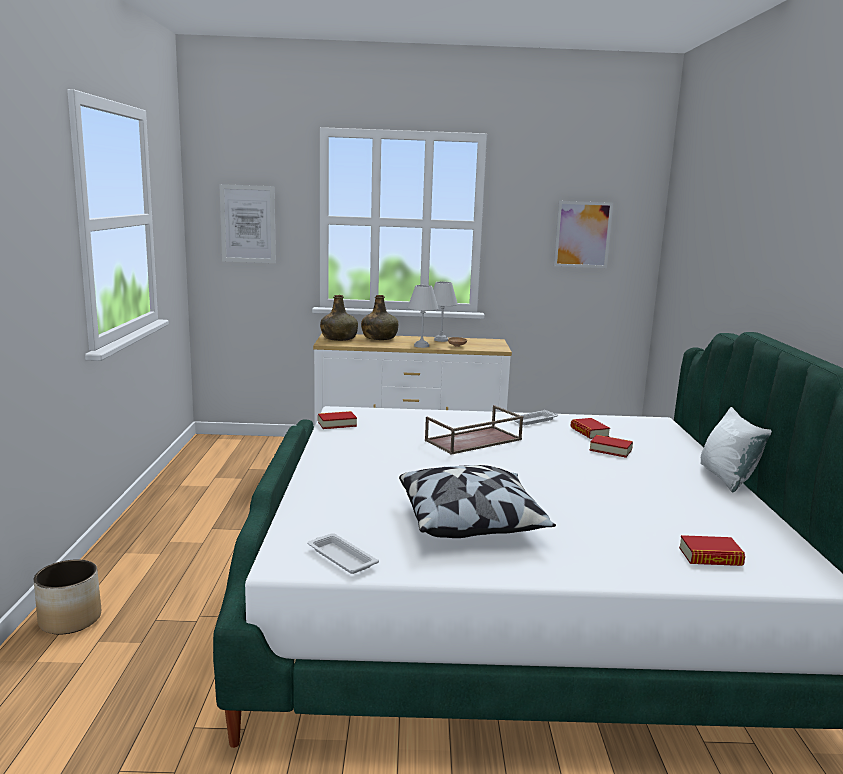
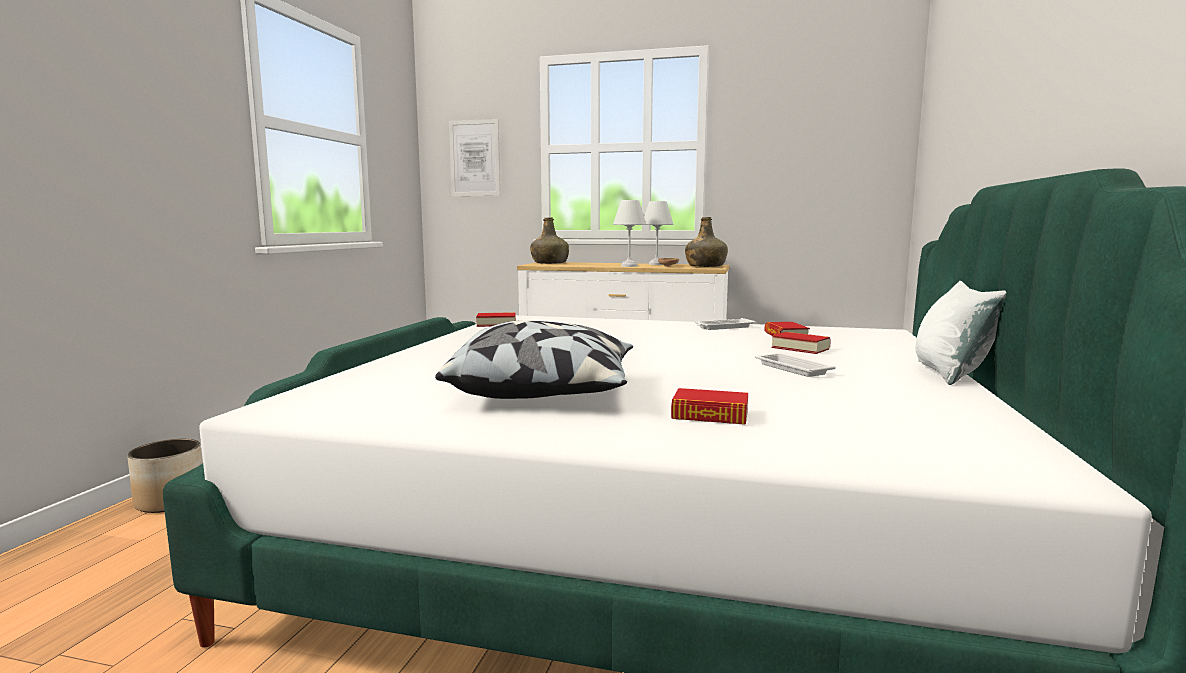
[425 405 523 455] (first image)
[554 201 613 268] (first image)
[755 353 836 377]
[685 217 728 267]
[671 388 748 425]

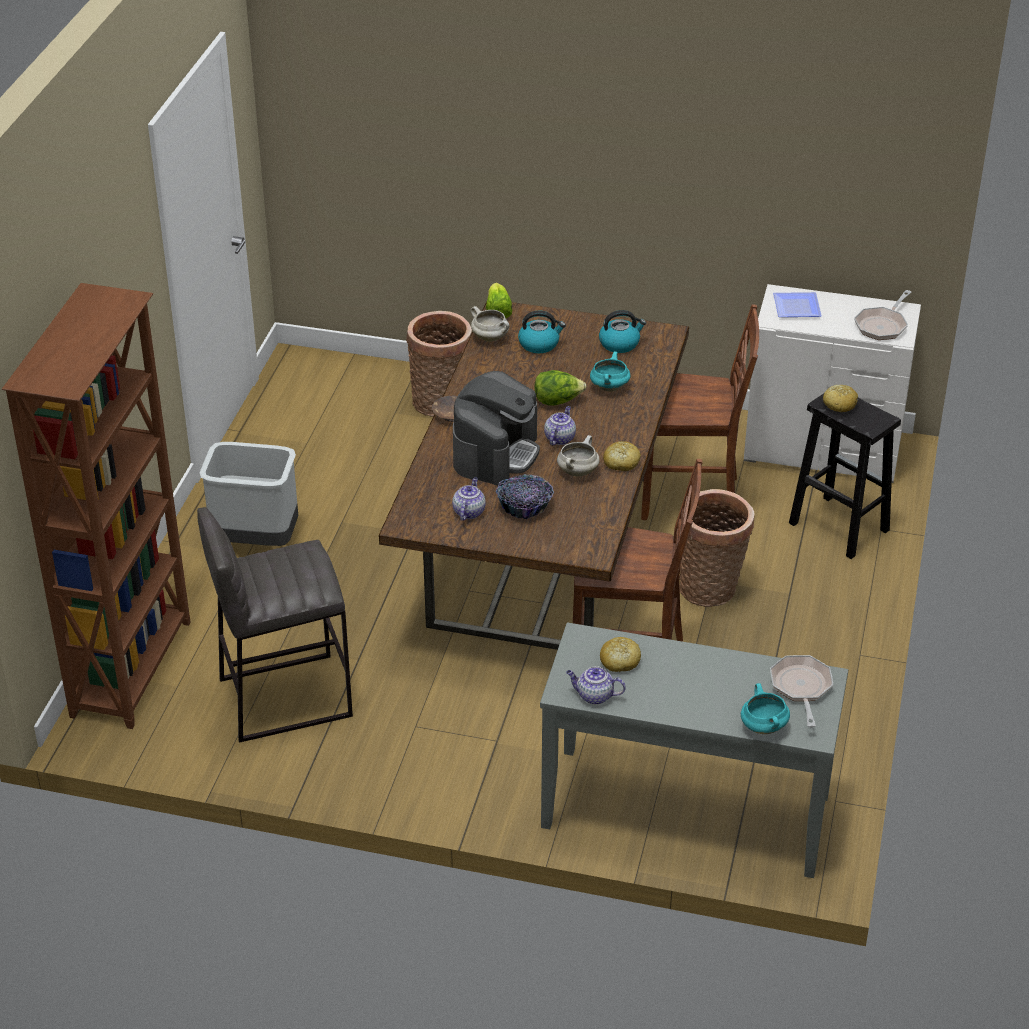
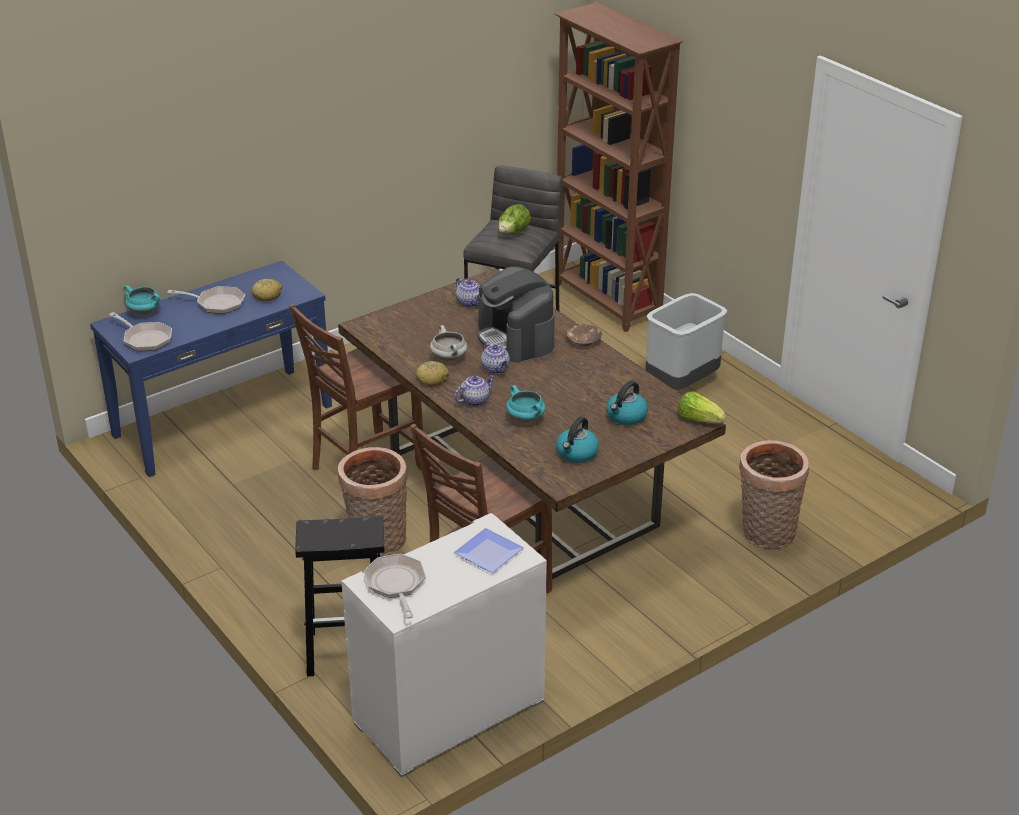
[471 306 509 342] (first image)
[496 474 554 519] (first image)
[823 385 858 412] (first image)
[167 286 245 314]
[498 204 531 234]
[454 375 495 406]
[90 261 332 477]

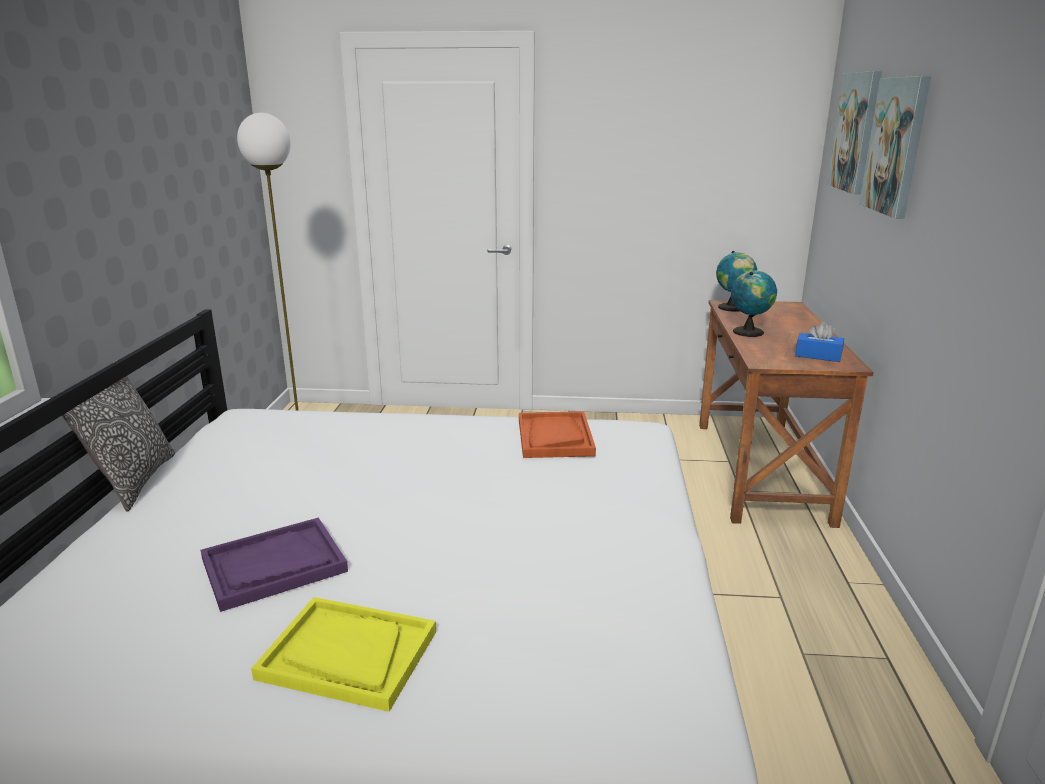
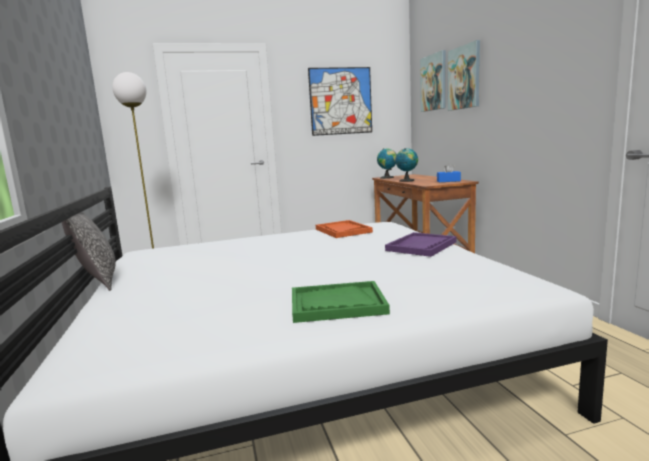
[308 67 372 136]
[385 232 457 257]
[292 281 390 323]

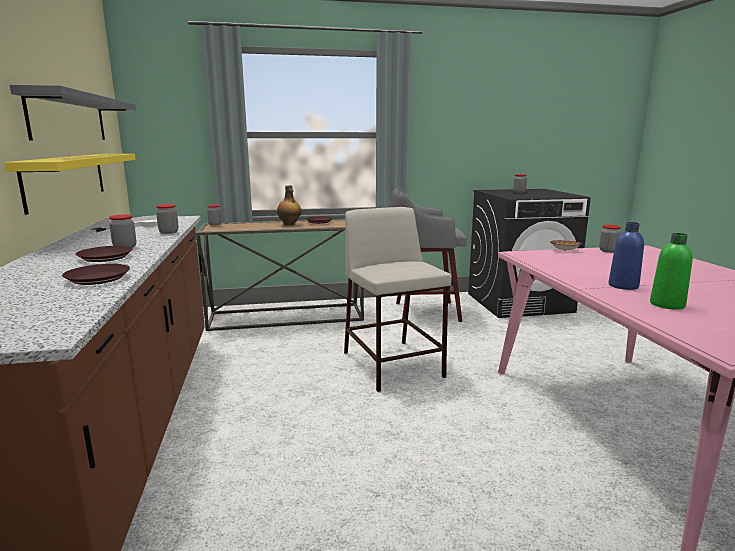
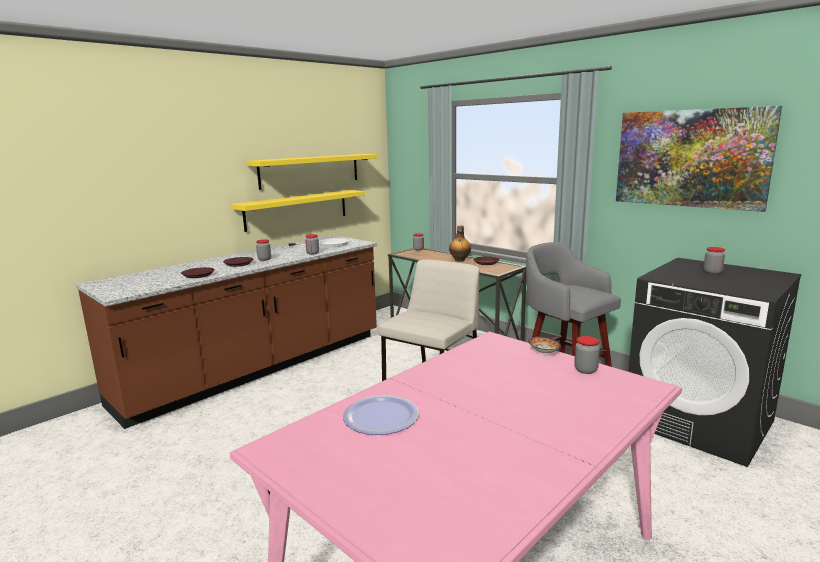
[609 222 644 290] (first image)
[616 106 782 212]
[343 395 419 435]
[246 154 377 190]

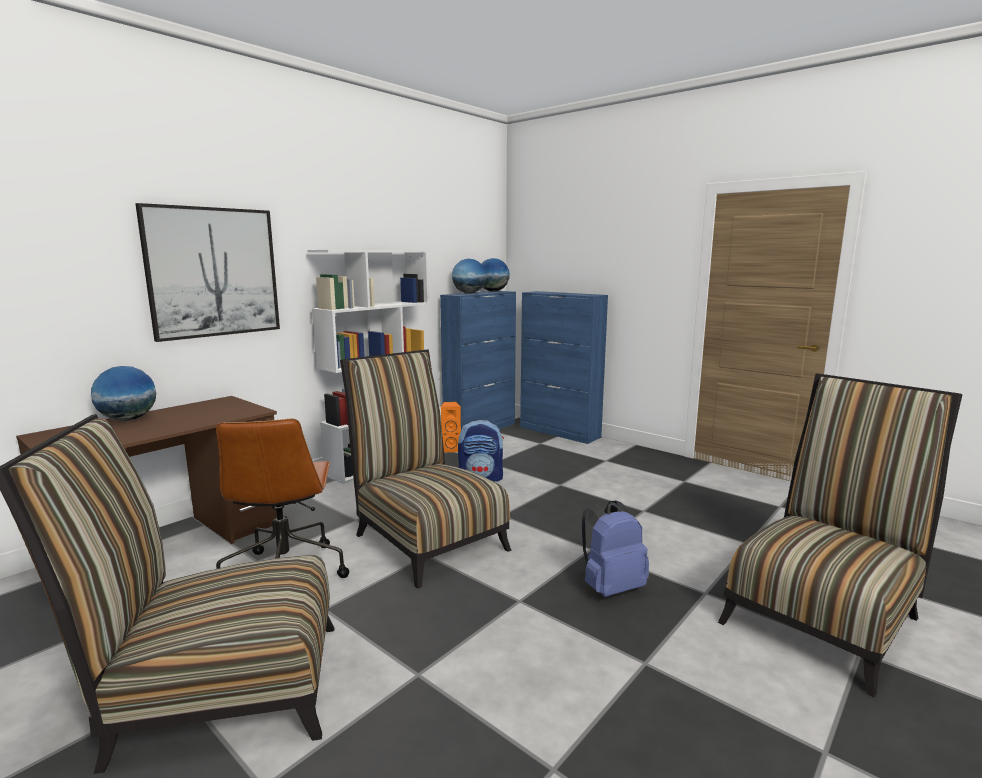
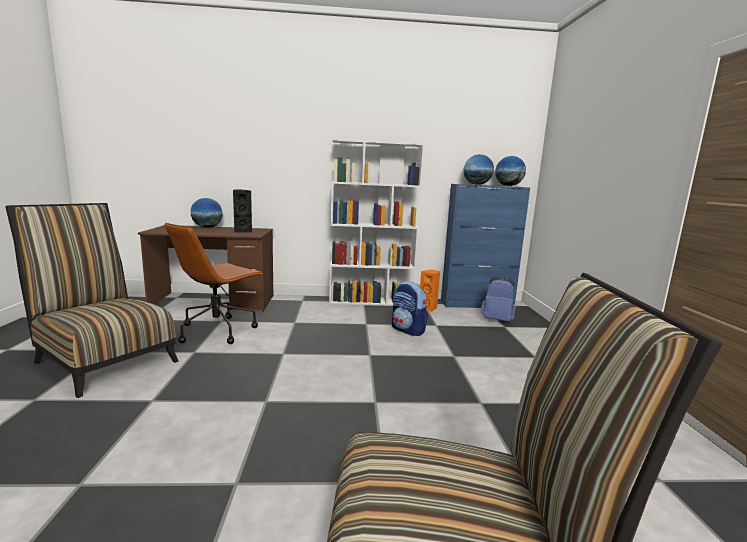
[135 203 280 342] (first image)
[340 349 511 589] (first image)
[520 291 608 444] (first image)
[233 189 252 233]
[481 275 516 322]

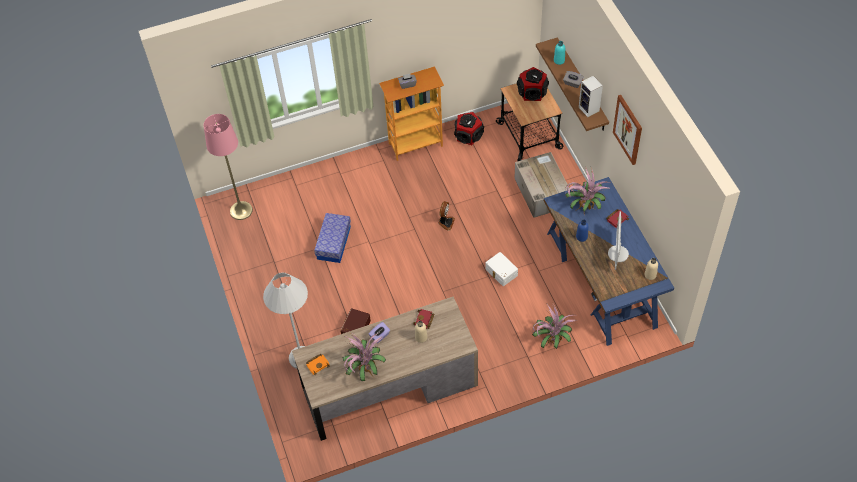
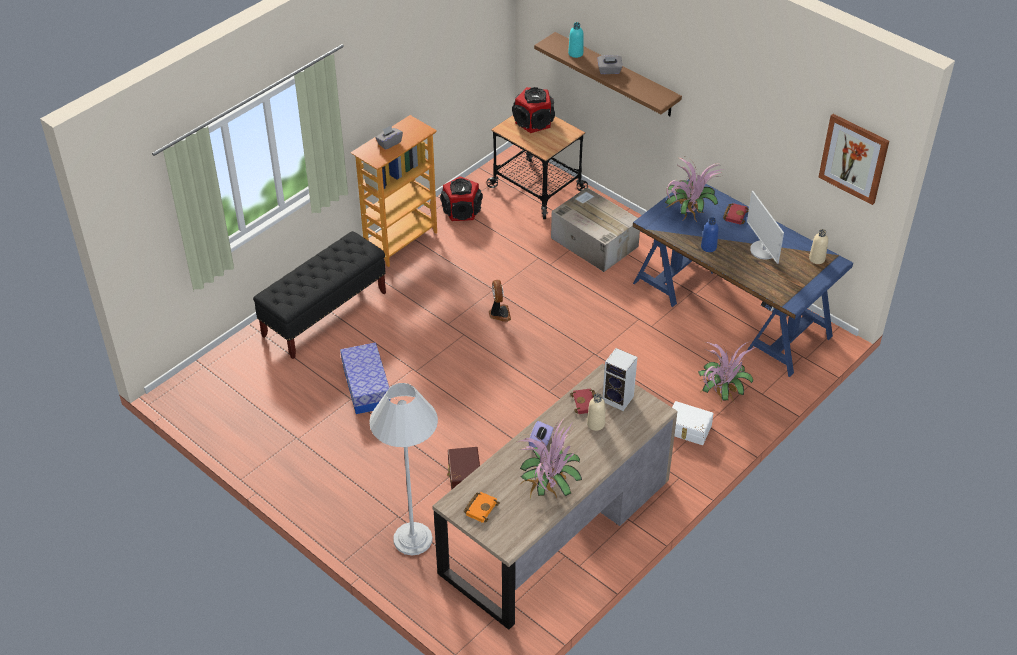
[204 114 253 220] (first image)
[253 231 386 359]
[672 401 714 445]
[603 348 637 411]
[818 114 889 205]

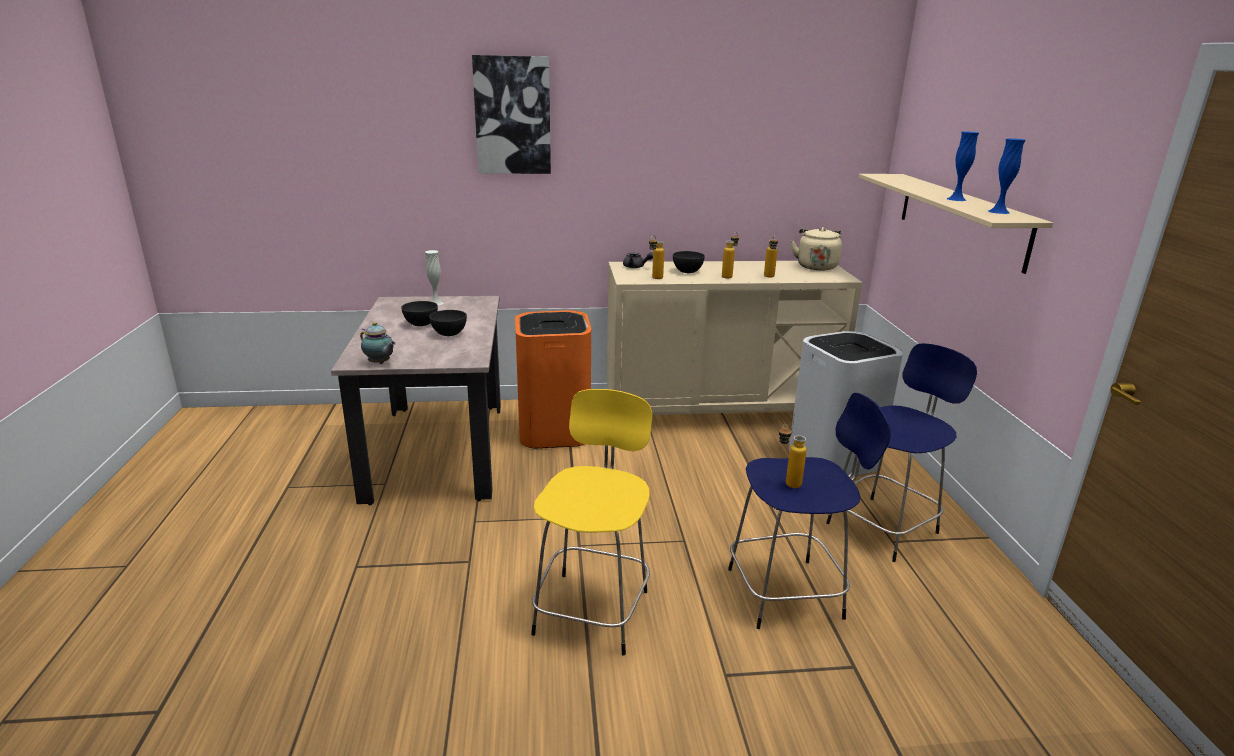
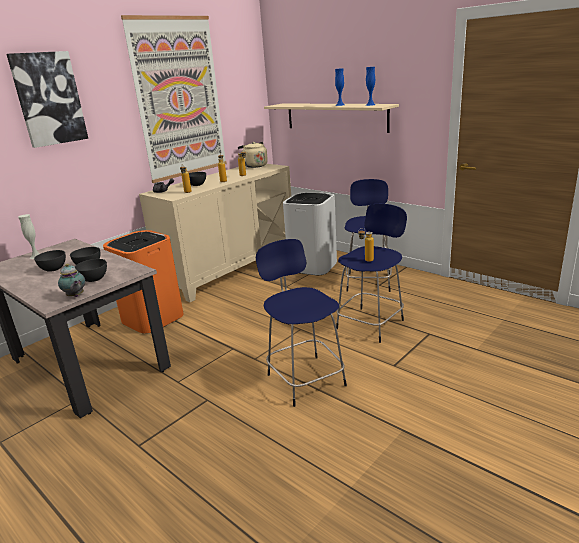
[75 259 107 282]
[121 15 227 183]
[256 239 347 407]
[58 264 85 297]

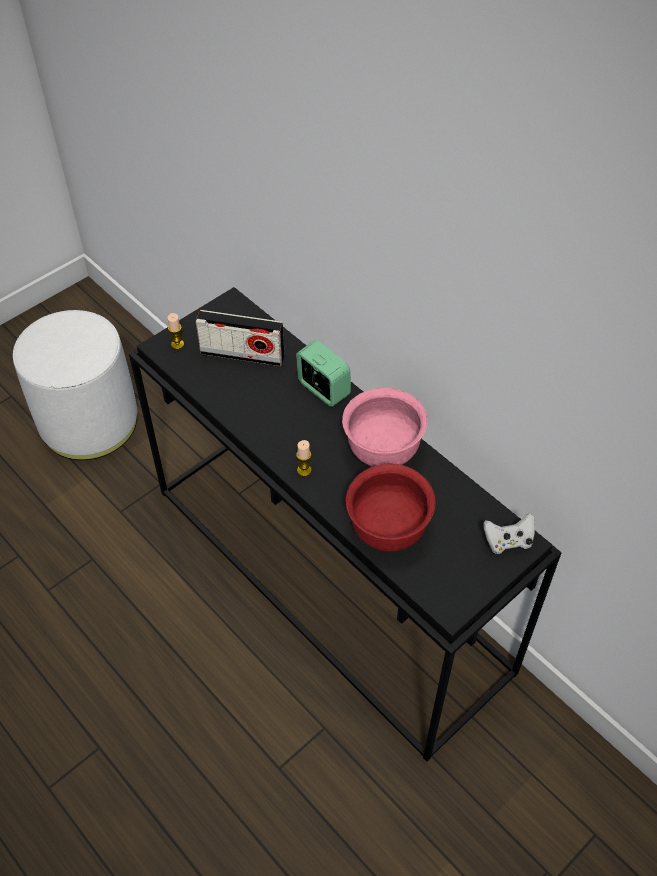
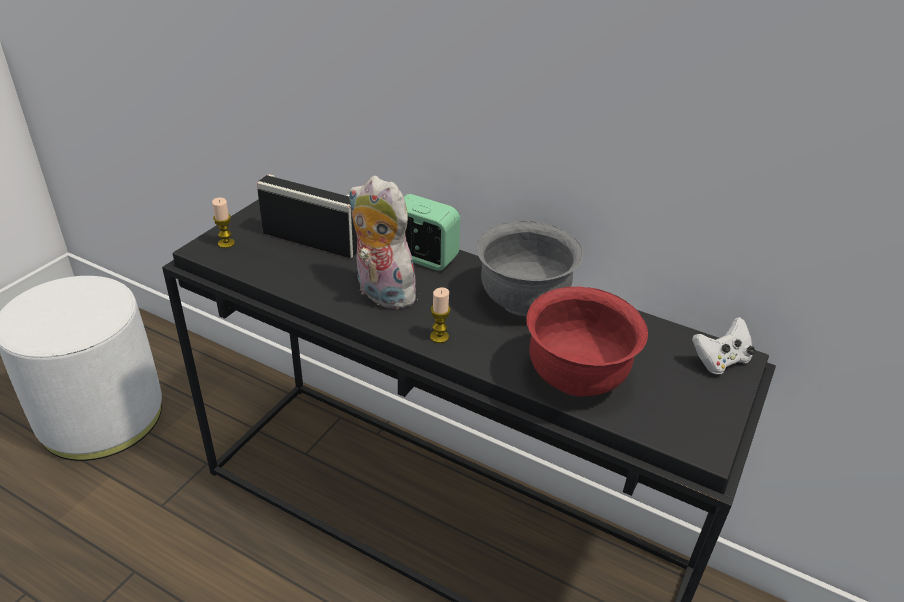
[349 176 418 309]
[476 221 583 316]
[257 174 357 258]

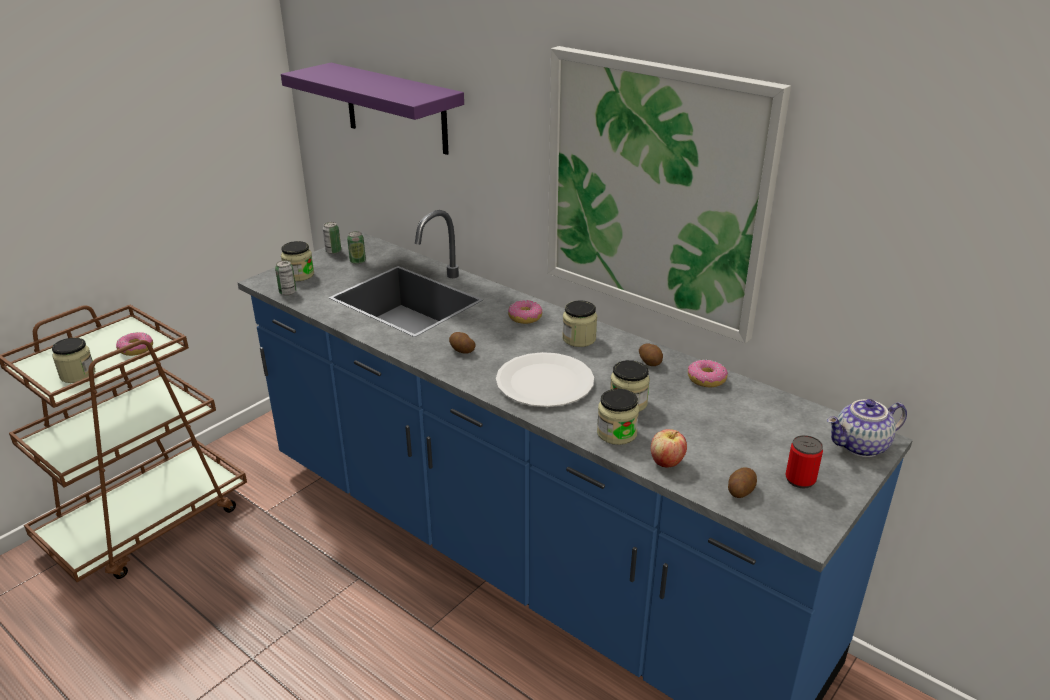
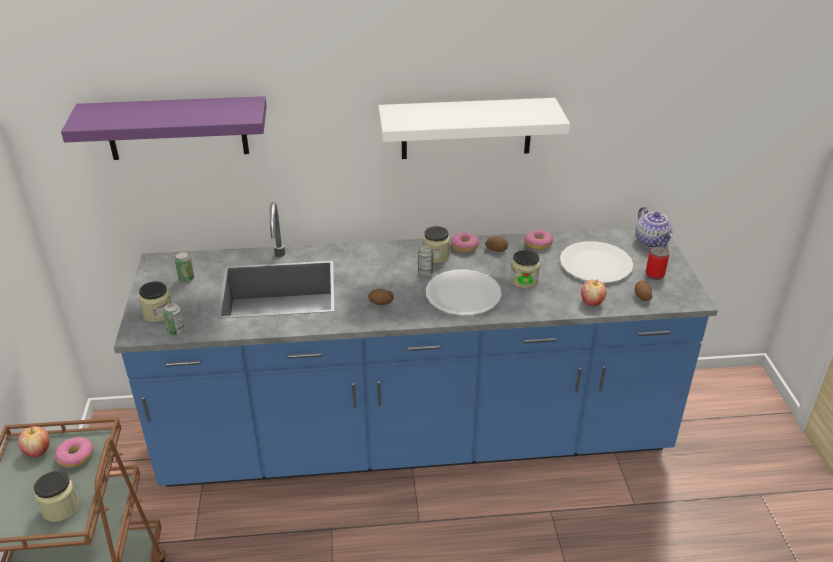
[597 389 639 445] (first image)
[18 426 50 457]
[560 241 633 283]
[418 246 433 276]
[451 232 479 253]
[378 98 570 159]
[635 207 673 248]

